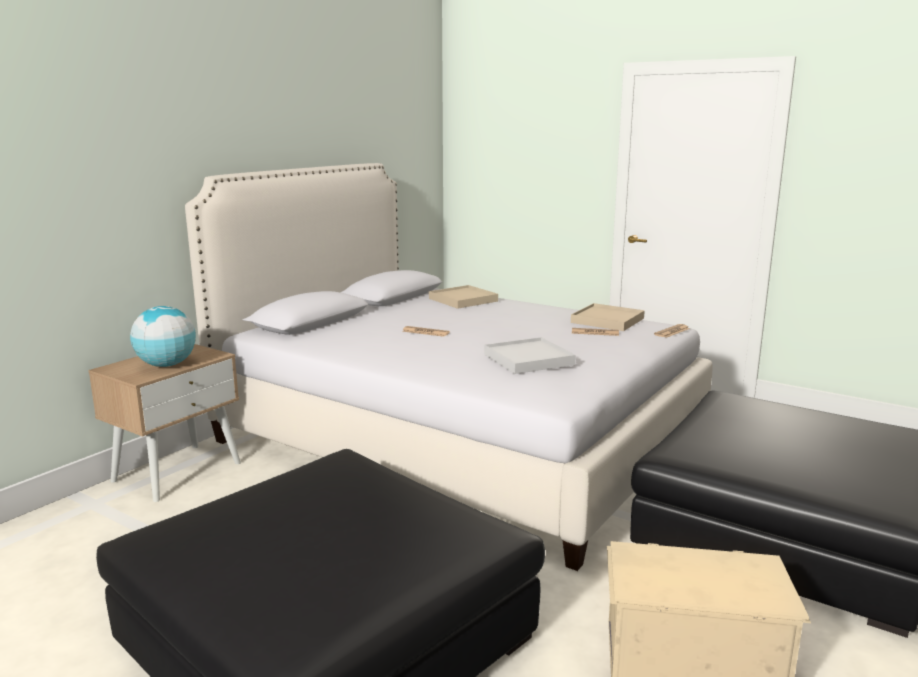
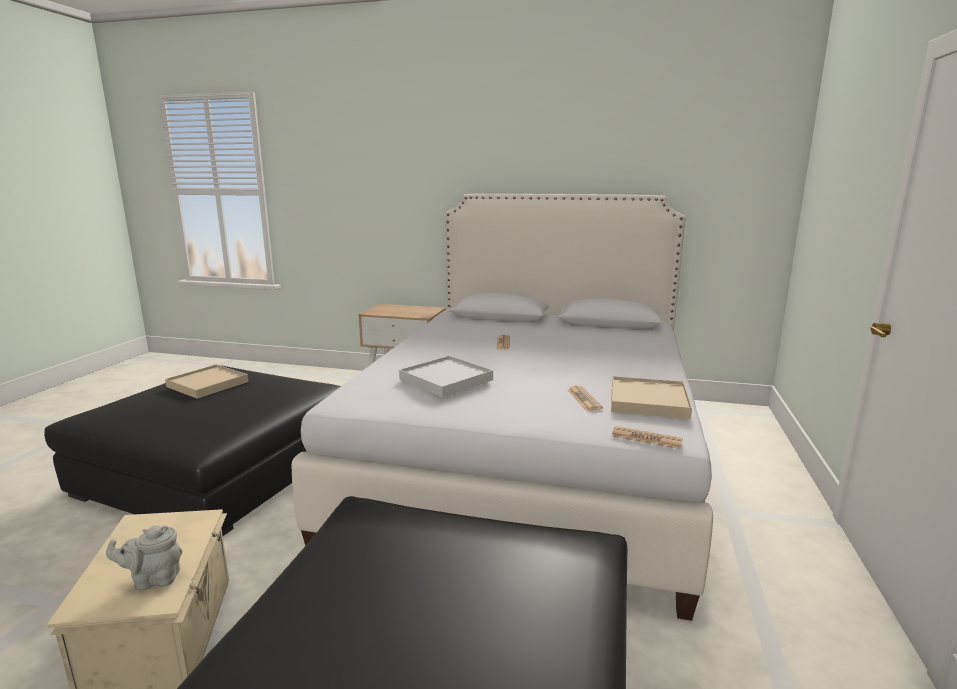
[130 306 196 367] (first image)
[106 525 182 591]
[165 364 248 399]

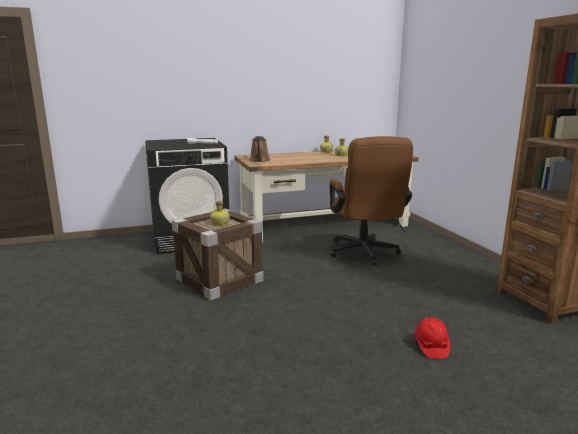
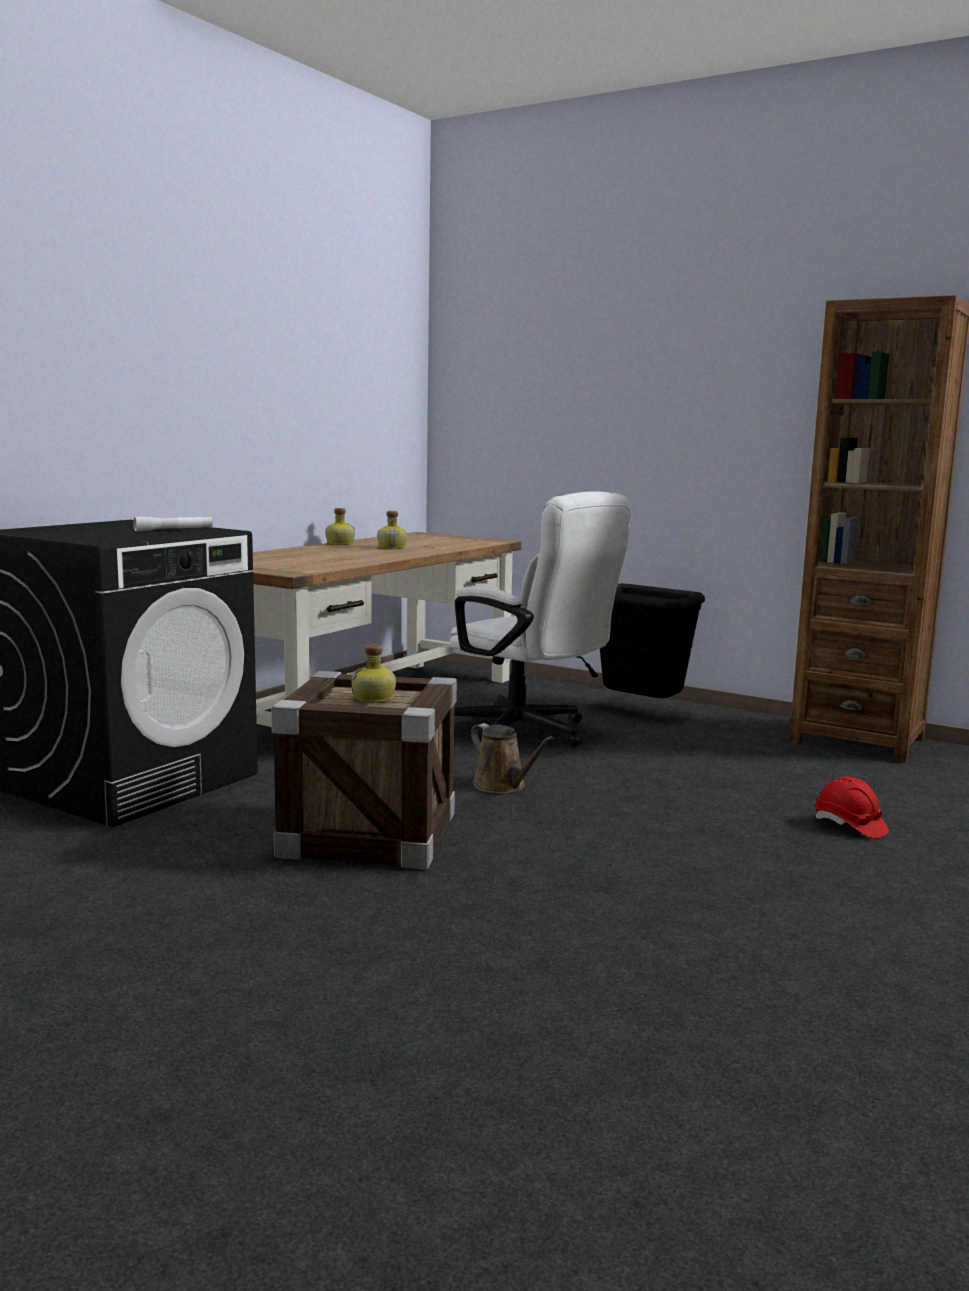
[600 584 705 698]
[471 723 554 793]
[449 491 630 747]

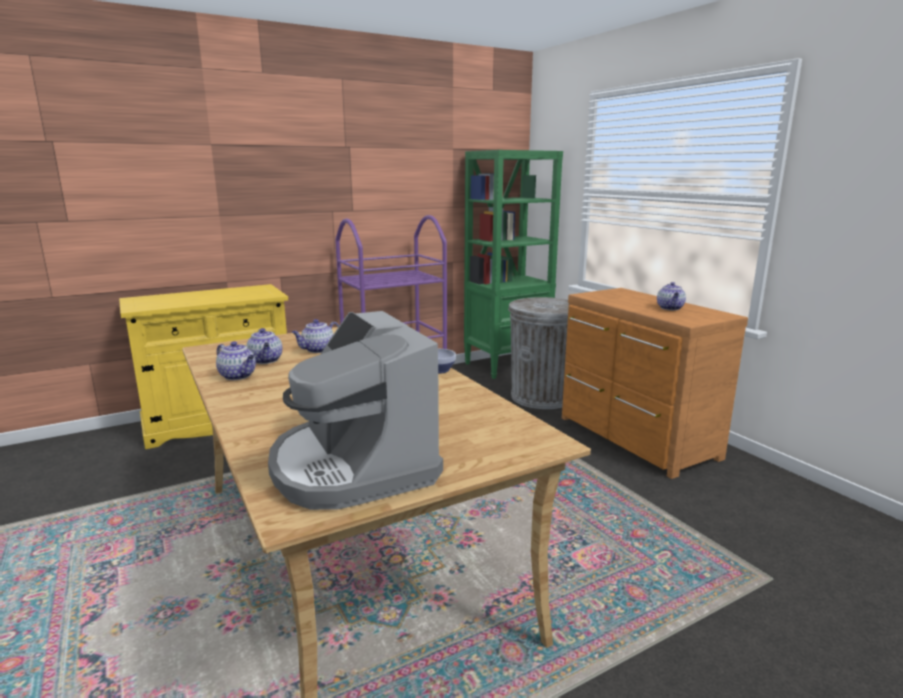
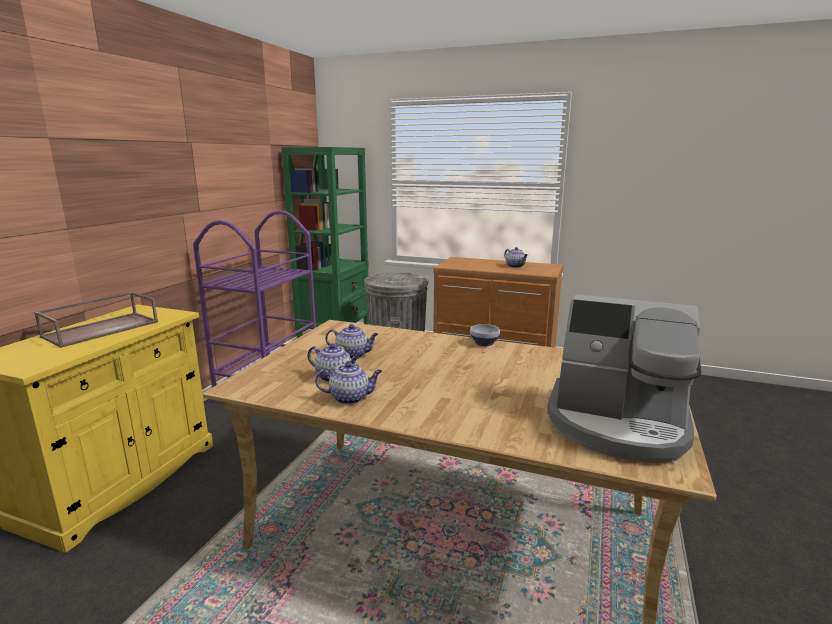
[34 292 158 348]
[325 324 379 358]

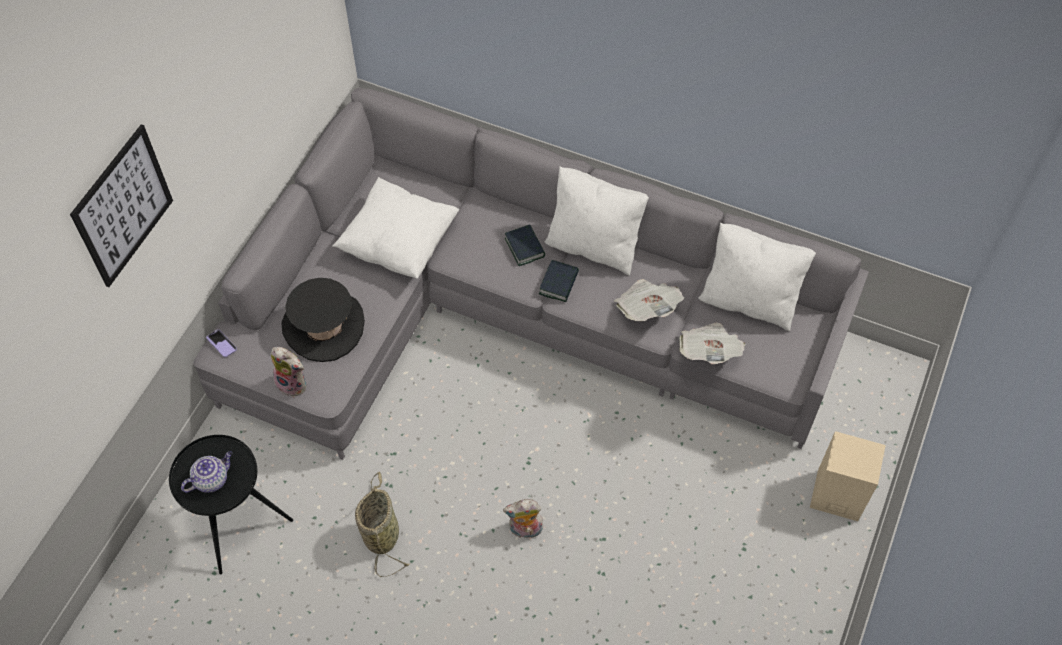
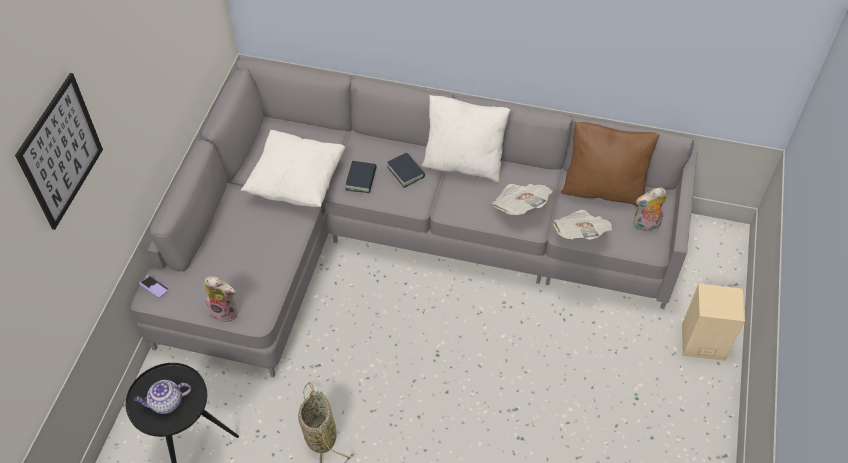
[281 278 365 362] (first image)
[633 188 667 232]
[345 161 377 193]
[560 121 659 207]
[134 380 191 414]

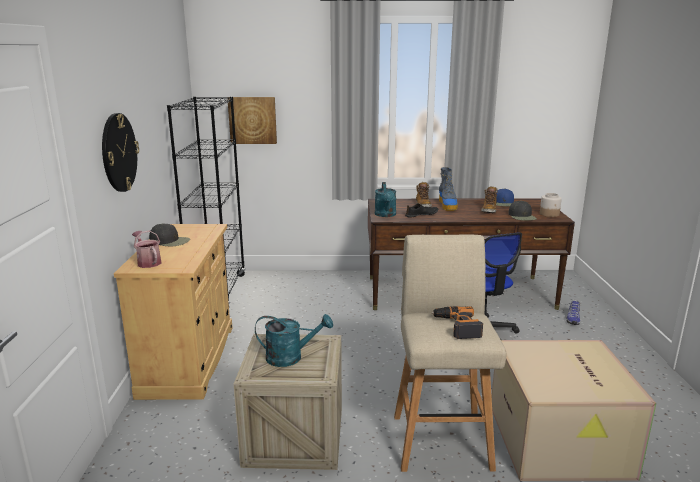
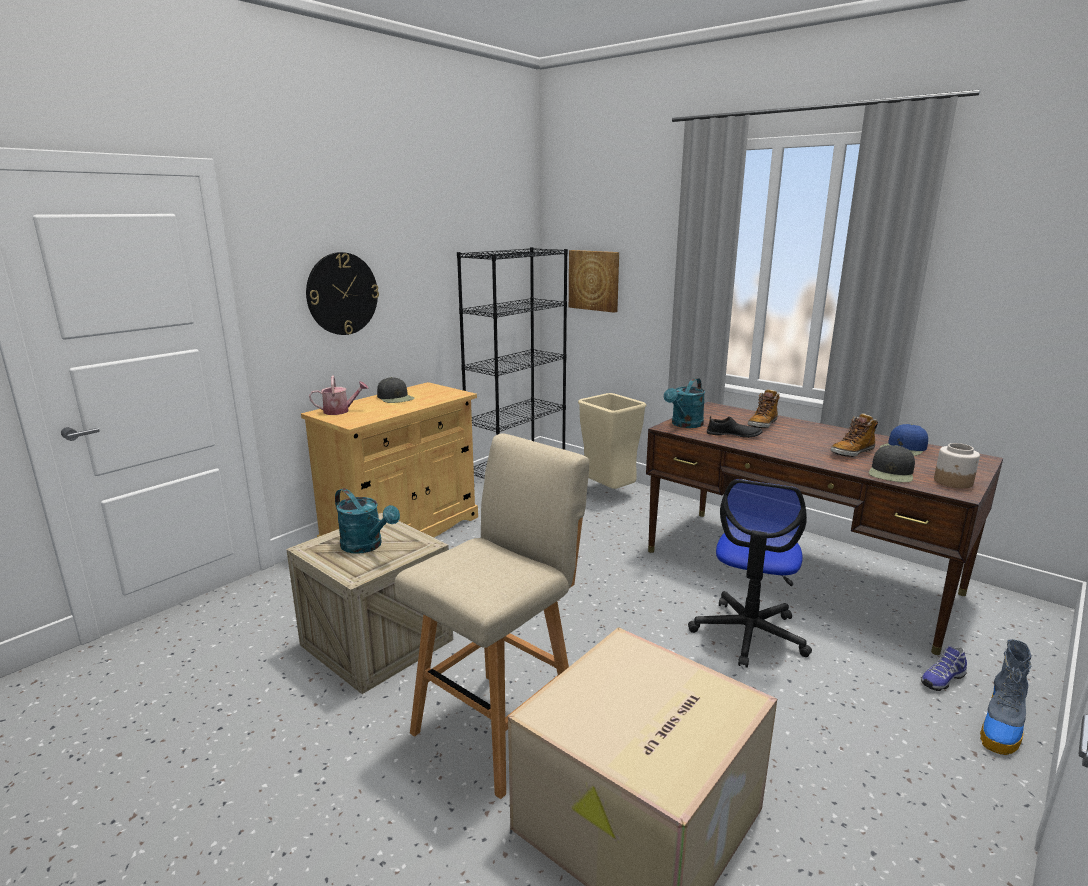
[431 306 483 339] (first image)
[578 393 647 489]
[980 639 1031 755]
[309 376 369 415]

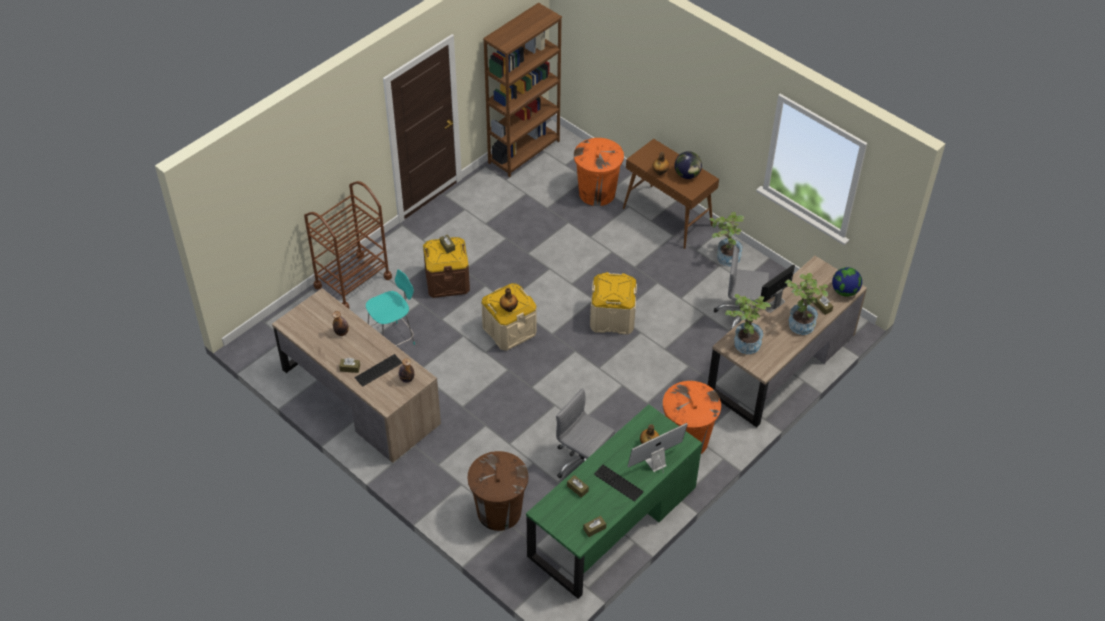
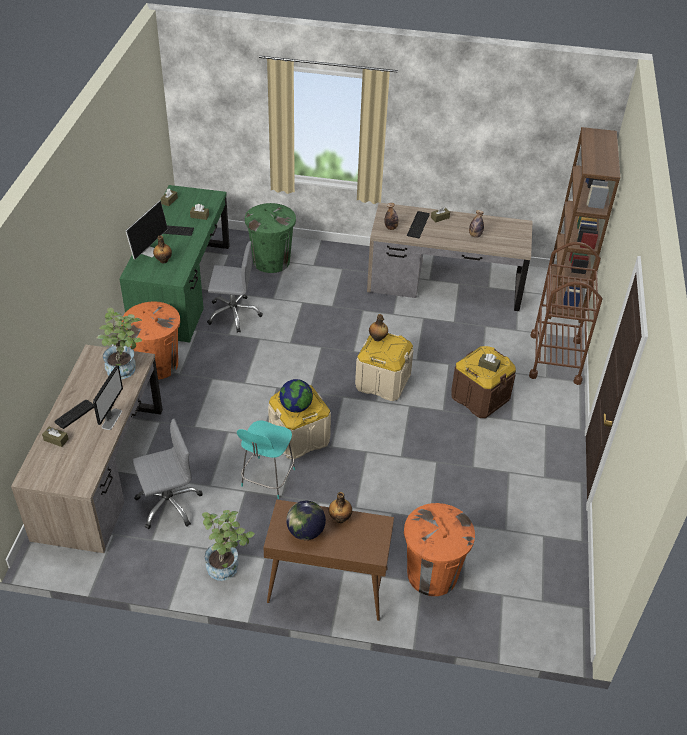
[237 420 295 499]
[548 127 620 323]
[279 379 313 412]
[55 400 94 429]
[245 203 296 273]

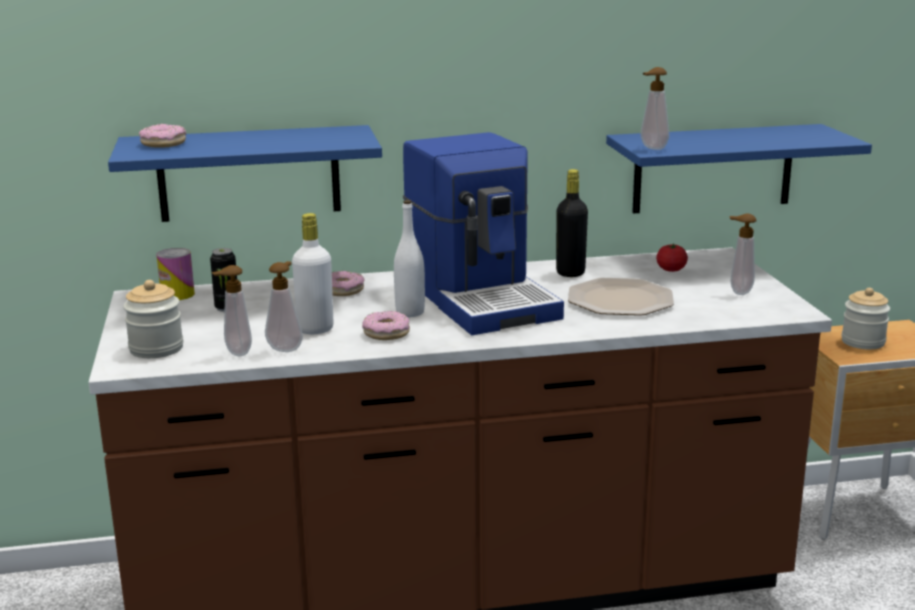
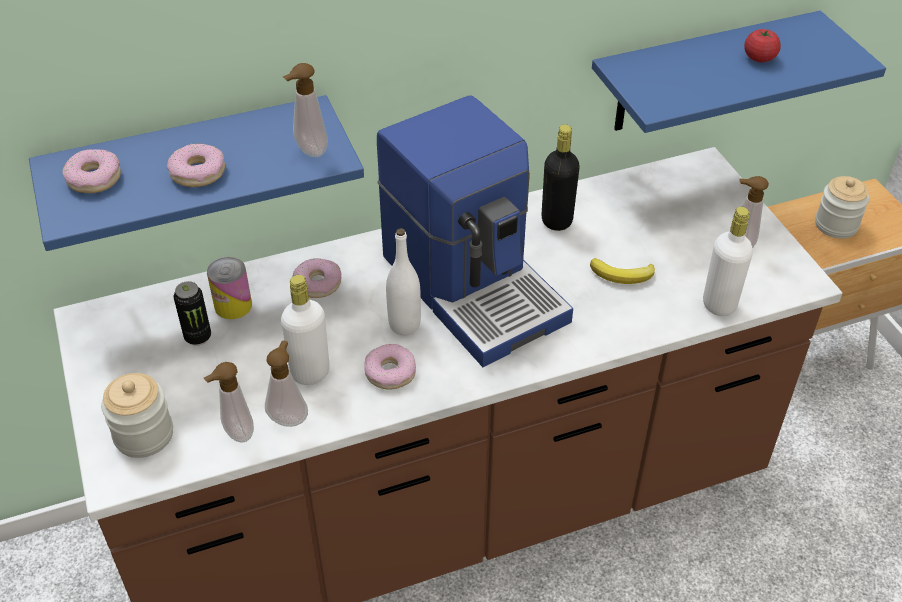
[167 143 225 187]
[703 207 753 316]
[207 257 252 319]
[283 63 328 157]
[744 29 781 62]
[590 258 655 284]

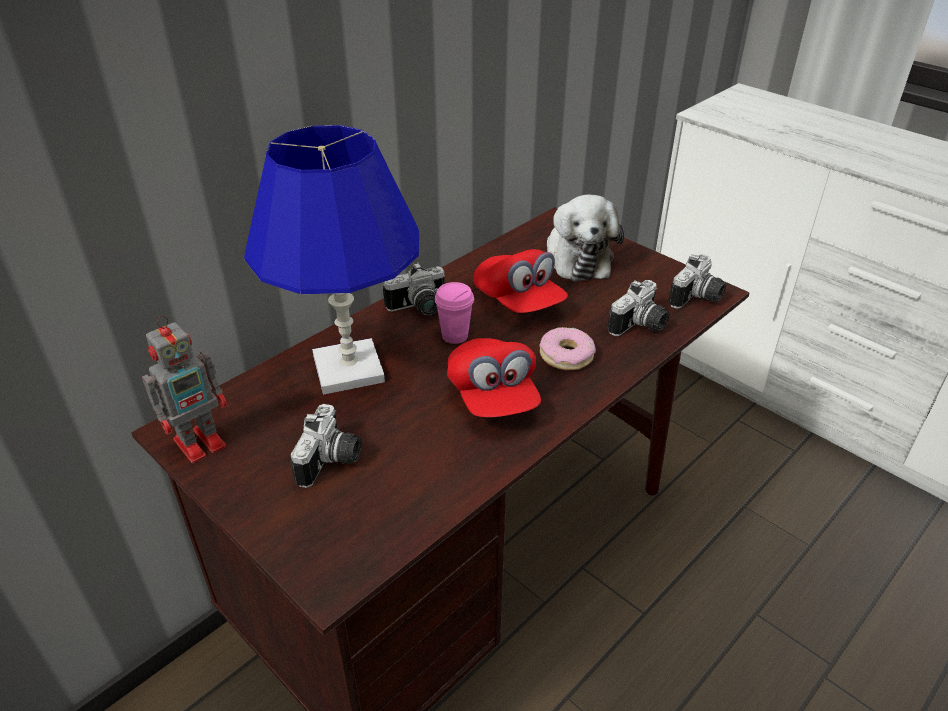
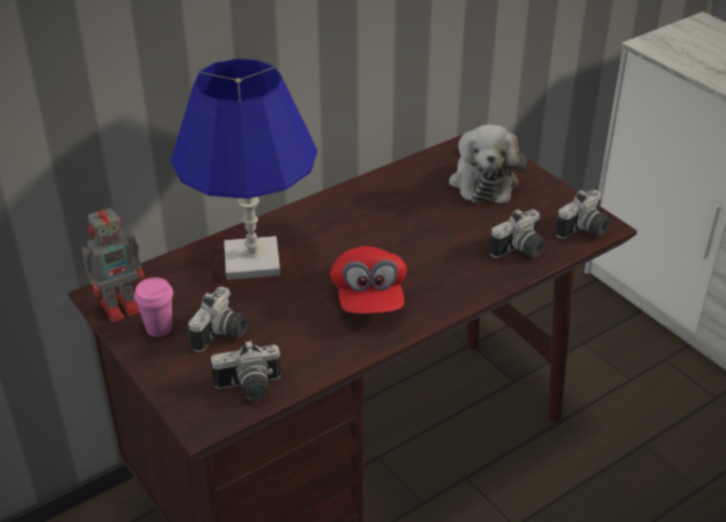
[474 249 568 313] (first image)
[540 327 596 370] (first image)
[210 340 281 401]
[134 278 173 337]

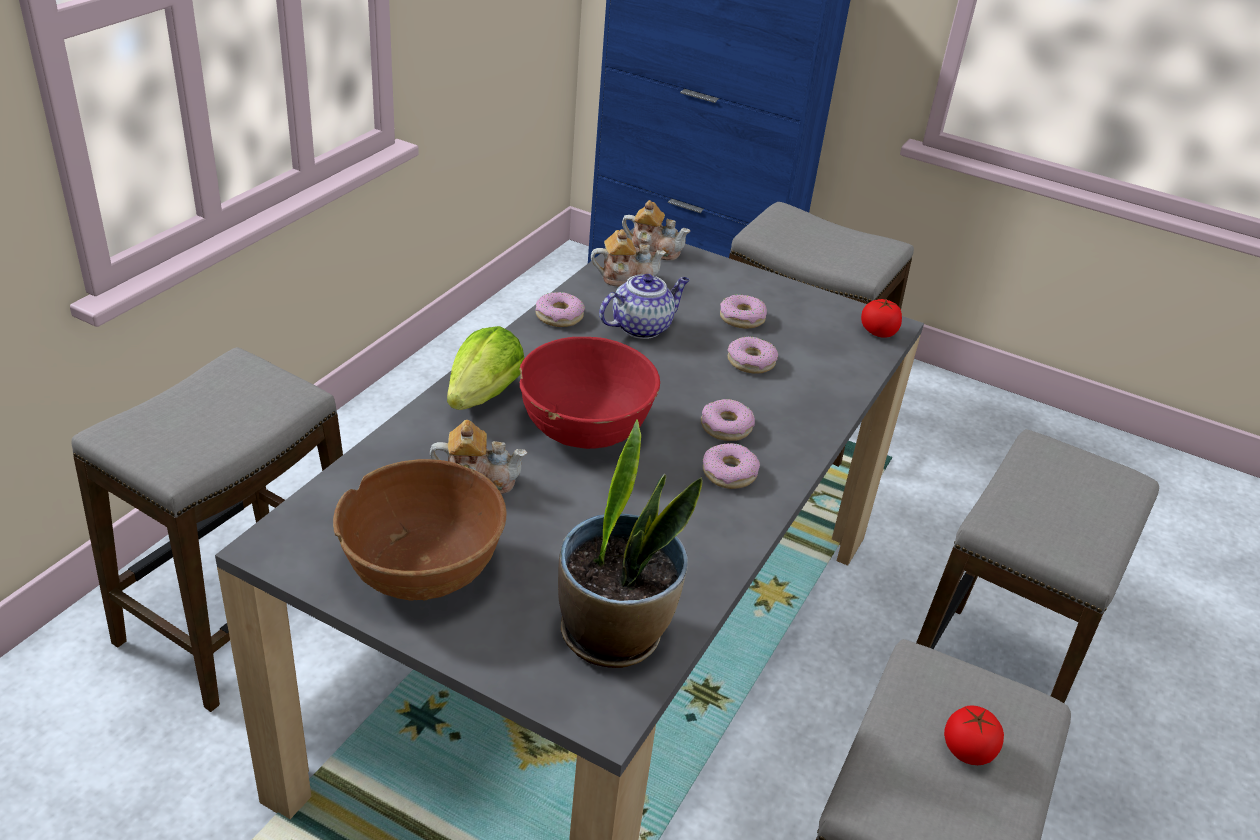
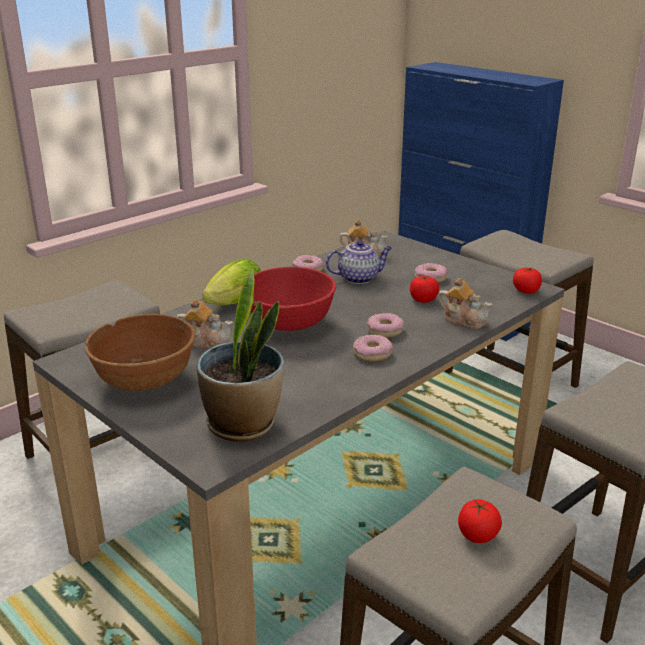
[438 278 492 329]
[410 276 439 303]

